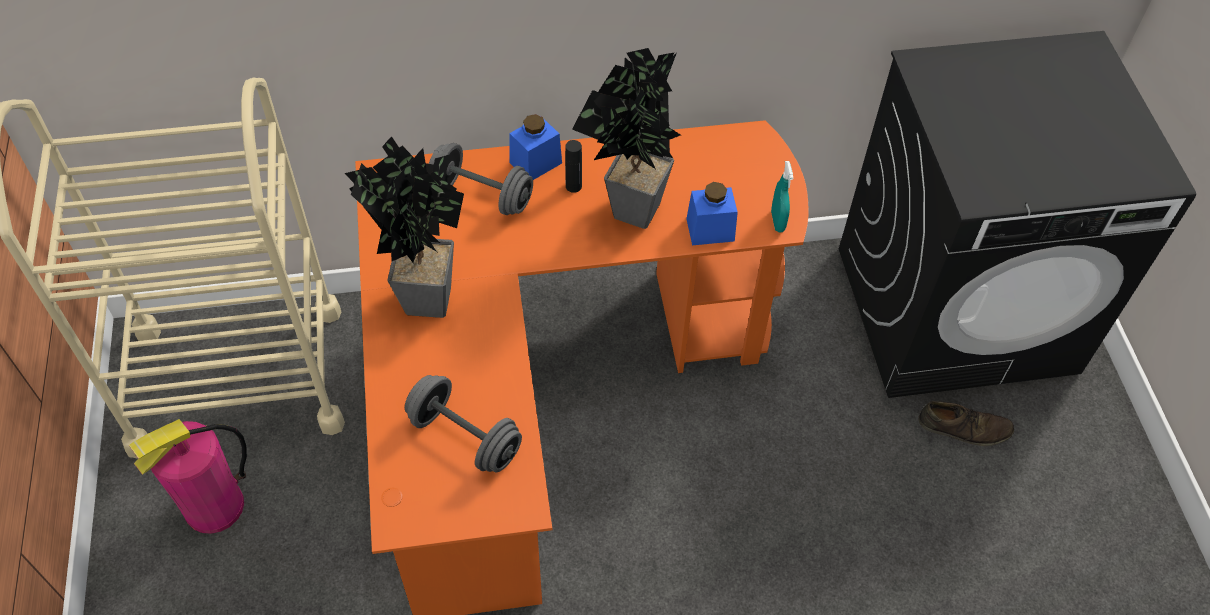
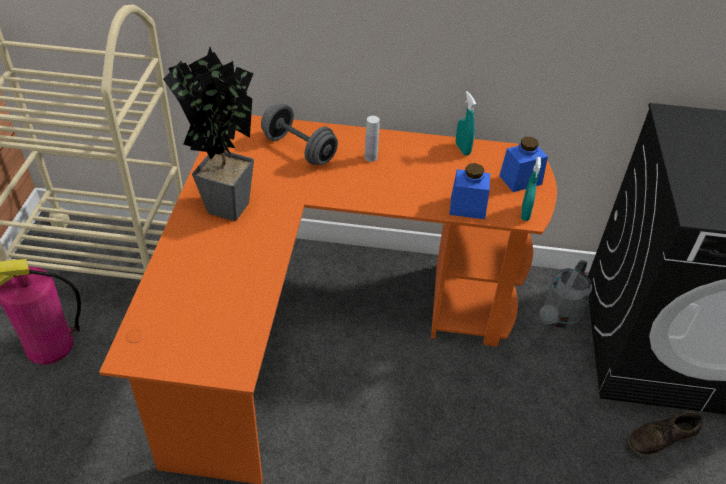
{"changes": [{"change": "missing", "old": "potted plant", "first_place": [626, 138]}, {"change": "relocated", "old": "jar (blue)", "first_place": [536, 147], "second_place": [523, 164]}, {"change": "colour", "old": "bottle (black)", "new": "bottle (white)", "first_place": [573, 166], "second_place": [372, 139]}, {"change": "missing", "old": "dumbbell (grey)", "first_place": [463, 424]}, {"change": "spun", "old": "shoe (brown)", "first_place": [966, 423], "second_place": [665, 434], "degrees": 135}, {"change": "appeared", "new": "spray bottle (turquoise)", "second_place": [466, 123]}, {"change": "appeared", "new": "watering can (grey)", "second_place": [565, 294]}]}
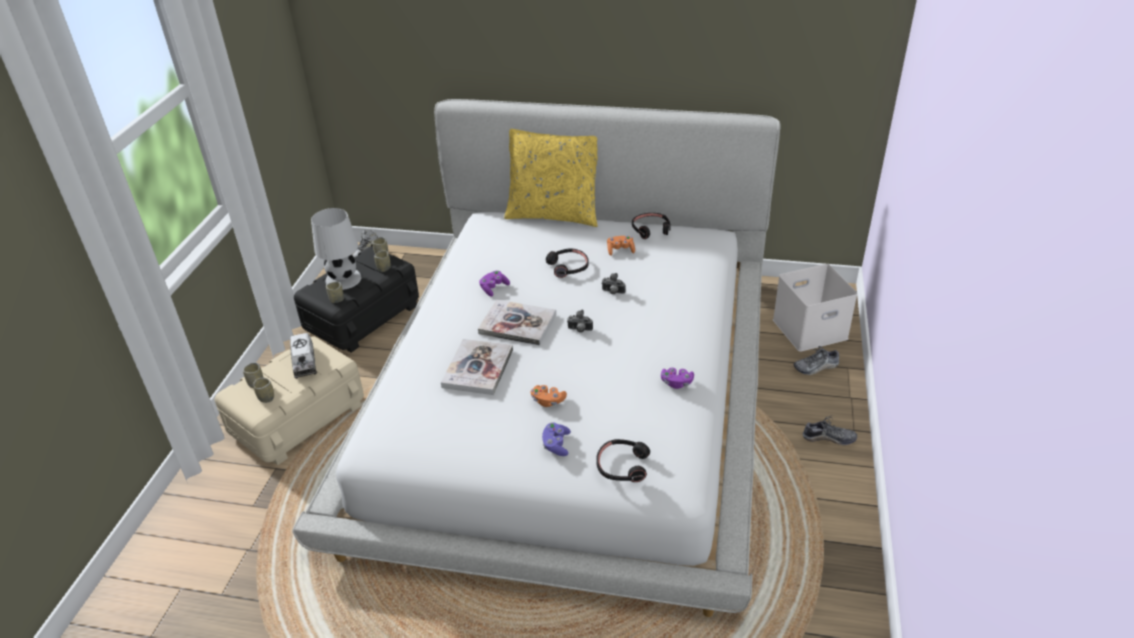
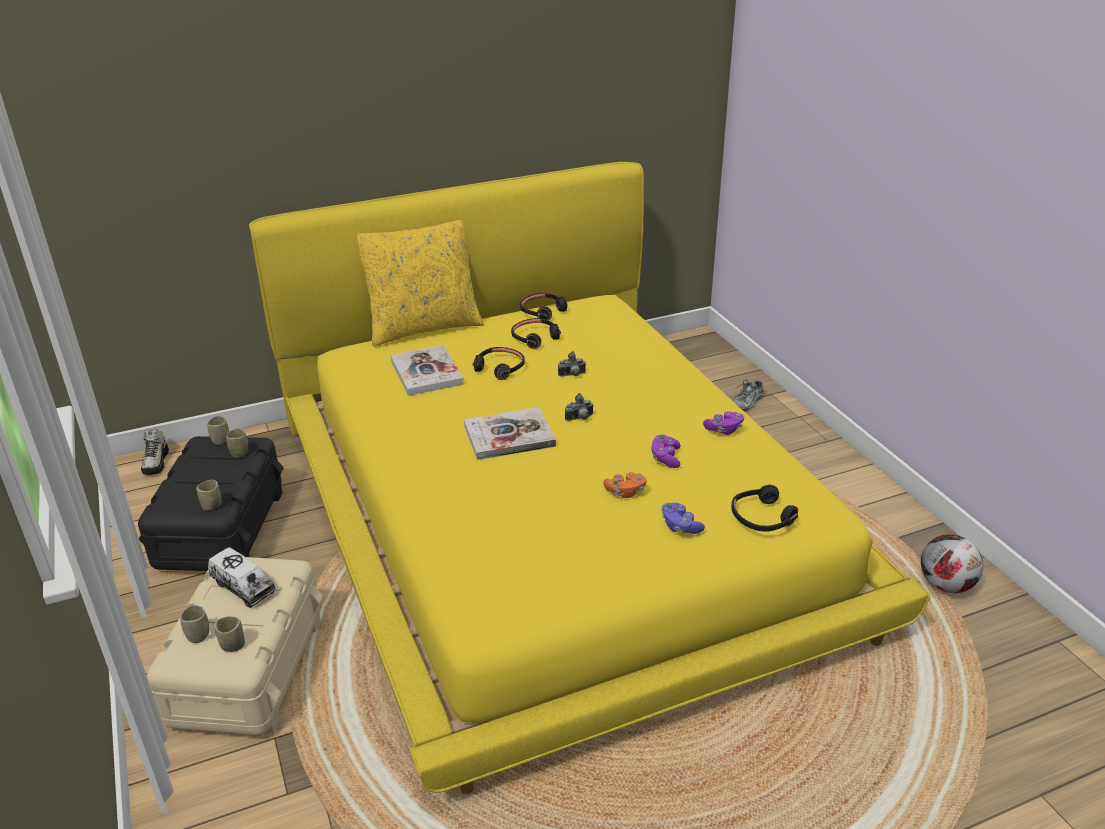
{"changes": [{"change": "colour", "old": "bed (white)", "new": "bed (yellow)", "first_place": [536, 358], "second_place": [589, 478]}, {"change": "missing", "old": "table lamp (white)", "first_place": [336, 249]}, {"change": "exchanged", "old": "game controller (orange)", "new": "headphones (black)", "first_place": [621, 246], "second_place": [536, 333]}, {"change": "missing", "old": "storage box (white)", "first_place": [815, 308]}, {"change": "relocated", "old": "game controller (purple)", "first_place": [494, 284], "second_place": [666, 451]}, {"change": "relocated", "old": "book", "first_place": [477, 367], "second_place": [427, 370]}, {"change": "missing", "old": "shoe", "first_place": [830, 430]}, {"change": "appeared", "new": "football", "second_place": [952, 563]}]}
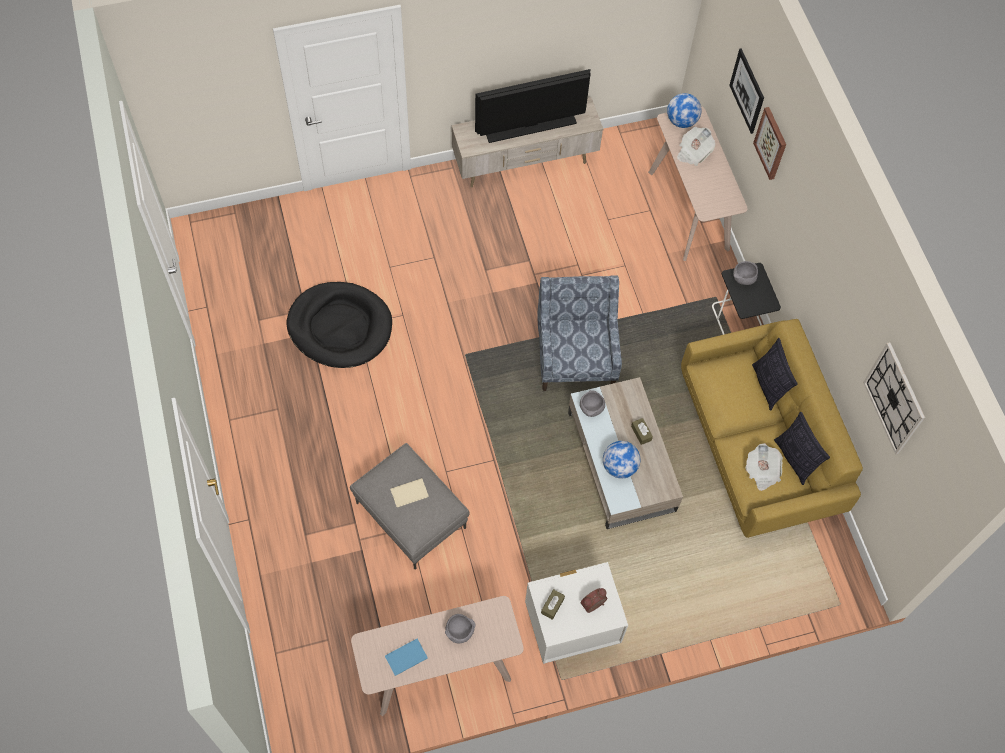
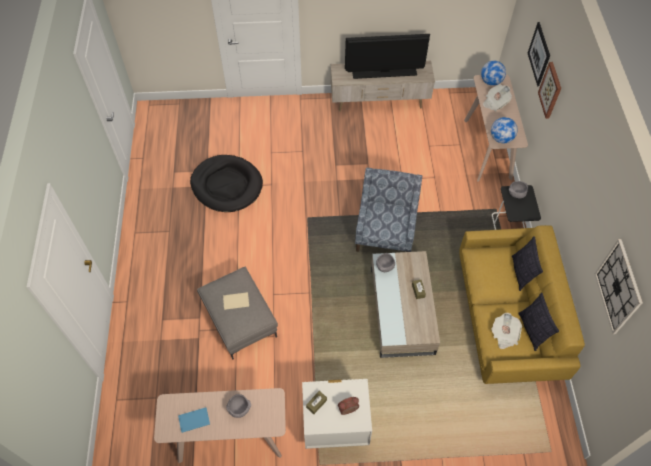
{"changes": [{"change": "relocated", "old": "globe", "first_place": [621, 460], "second_place": [504, 130]}]}
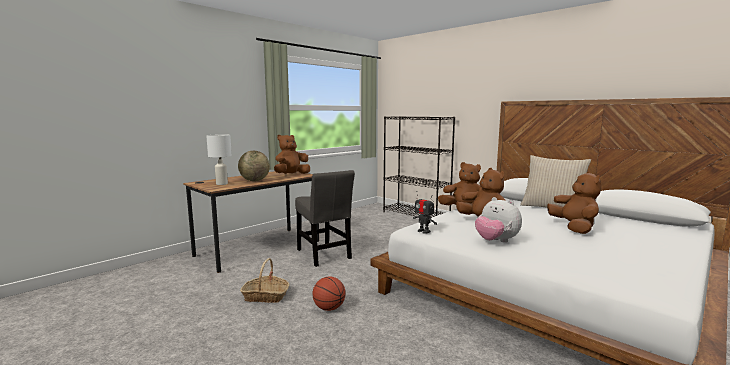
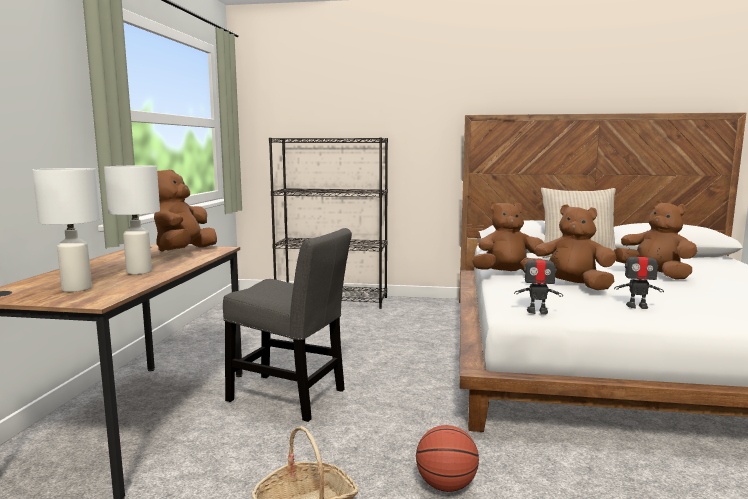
{"changes": [{"change": "exchanged", "old": "globe", "new": "table lamp (white)", "first_place": [254, 166], "second_place": [132, 220]}, {"change": "exchanged", "old": "plush toy", "new": "toy robot", "first_place": [498, 220], "second_place": [639, 277]}]}
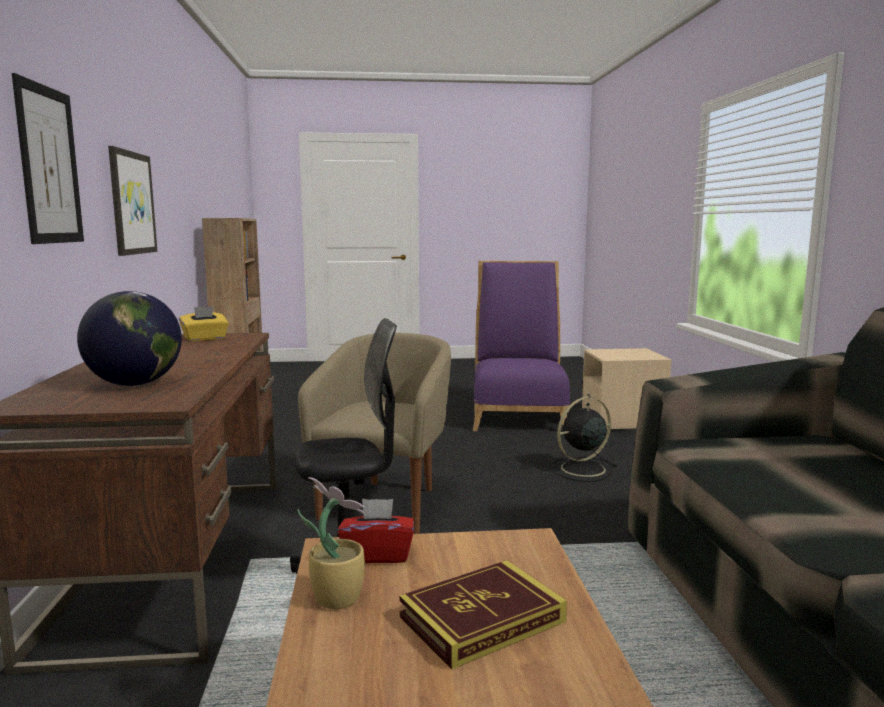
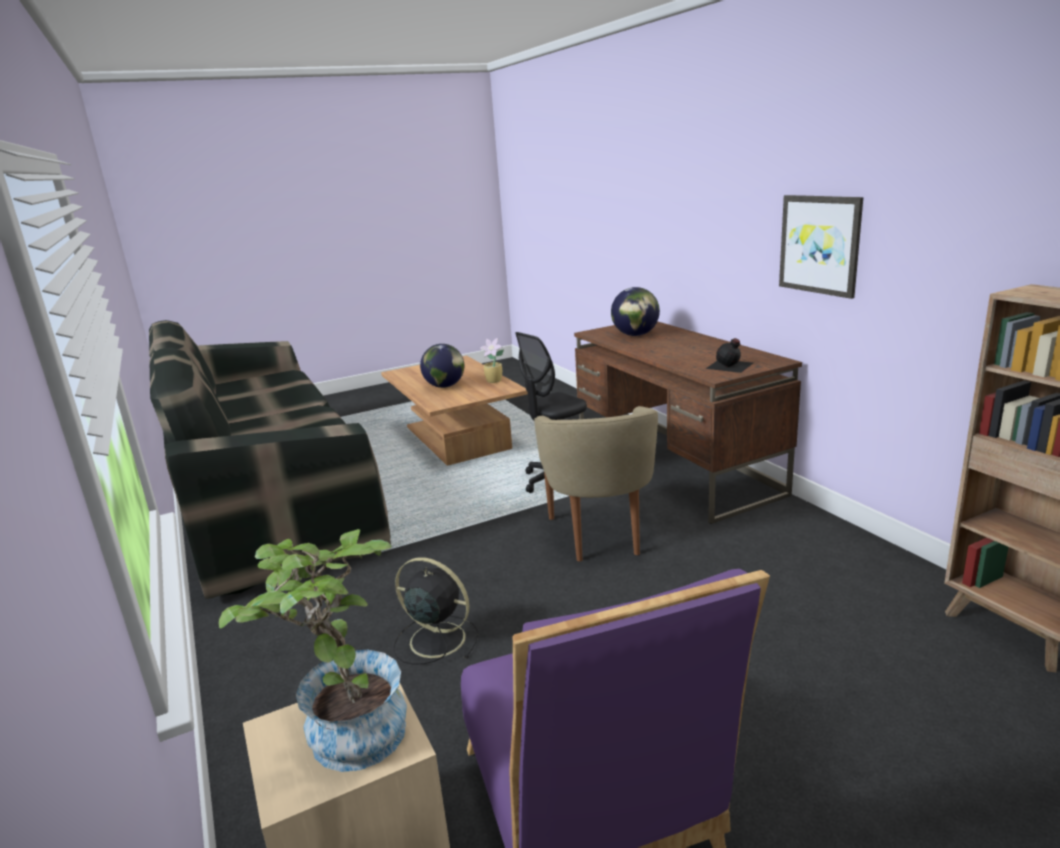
{"changes": [{"change": "missing", "old": "picture", "first_place": [48, 158]}, {"change": "exchanged", "old": "tissue box (yellow)", "new": "bottle (black)", "first_place": [204, 323], "second_place": [729, 355]}, {"change": "spun", "old": "fan (black)", "first_place": [583, 439], "second_place": [436, 611], "degrees": -105}, {"change": "missing", "old": "tissue box (red)", "first_place": [376, 531]}, {"change": "exchanged", "old": "book", "new": "globe", "first_place": [483, 615], "second_place": [442, 366]}, {"change": "appeared", "new": "potted plant", "second_place": [313, 650]}]}
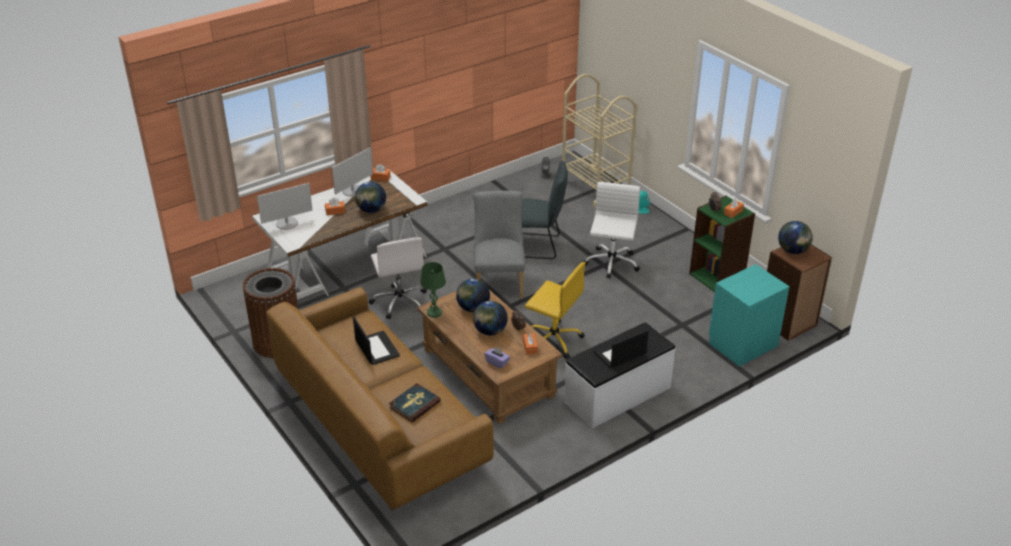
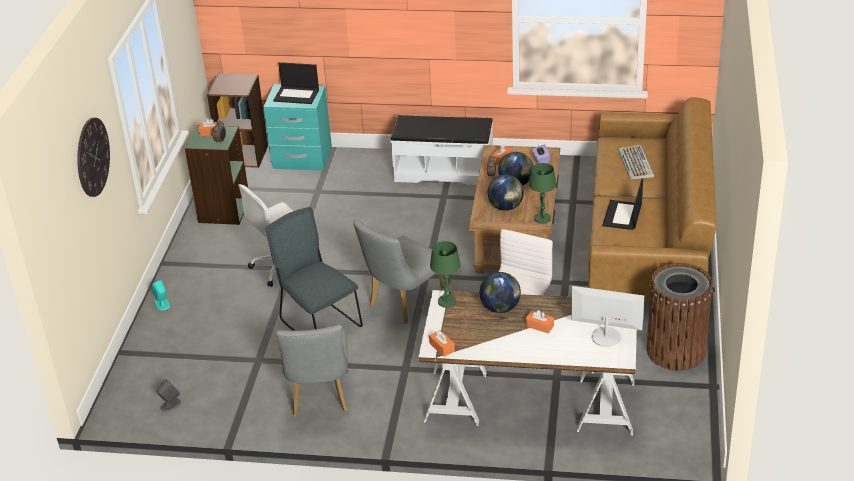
{"changes": [{"change": "missing", "old": "cart (beige)", "first_place": [599, 141]}, {"change": "missing", "old": "monitor", "first_place": [352, 172]}, {"change": "missing", "old": "globe", "first_place": [795, 237]}, {"change": "missing", "old": "office chair (yellow)", "first_place": [555, 310]}, {"change": "relocated", "old": "laptop", "first_place": [620, 349], "second_place": [296, 83]}, {"change": "exchanged", "old": "book", "new": "keyboard", "first_place": [415, 402], "second_place": [636, 162]}, {"change": "appeared", "new": "wall clock", "second_place": [93, 157]}, {"change": "appeared", "new": "table lamp (green)", "second_place": [445, 274]}, {"change": "appeared", "new": "chair (grey)", "second_place": [312, 371]}]}
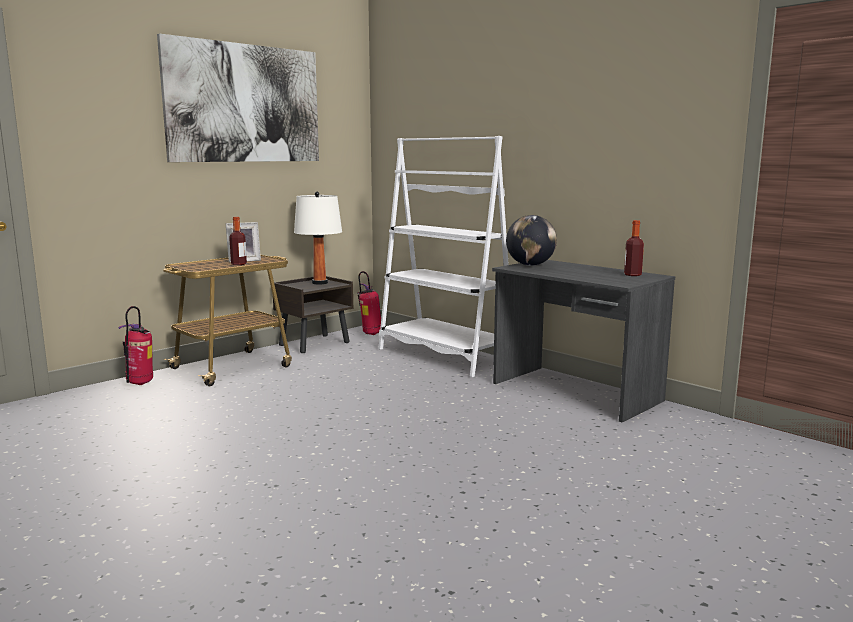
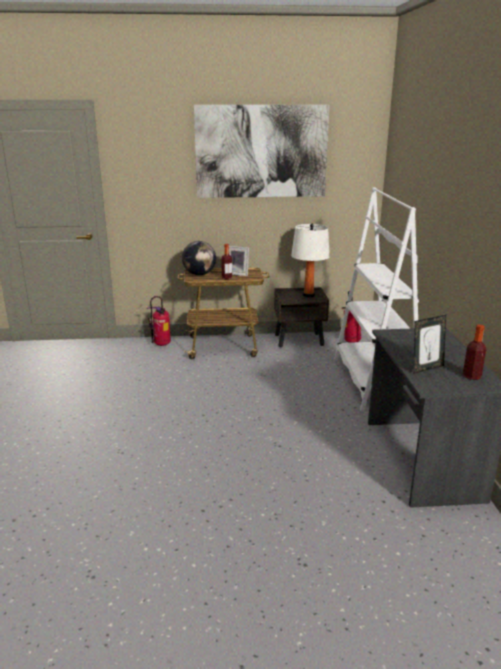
{"changes": [{"change": "relocated", "old": "globe", "first_place": [531, 240], "second_place": [199, 258]}, {"change": "appeared", "new": "picture frame", "second_place": [429, 344]}]}
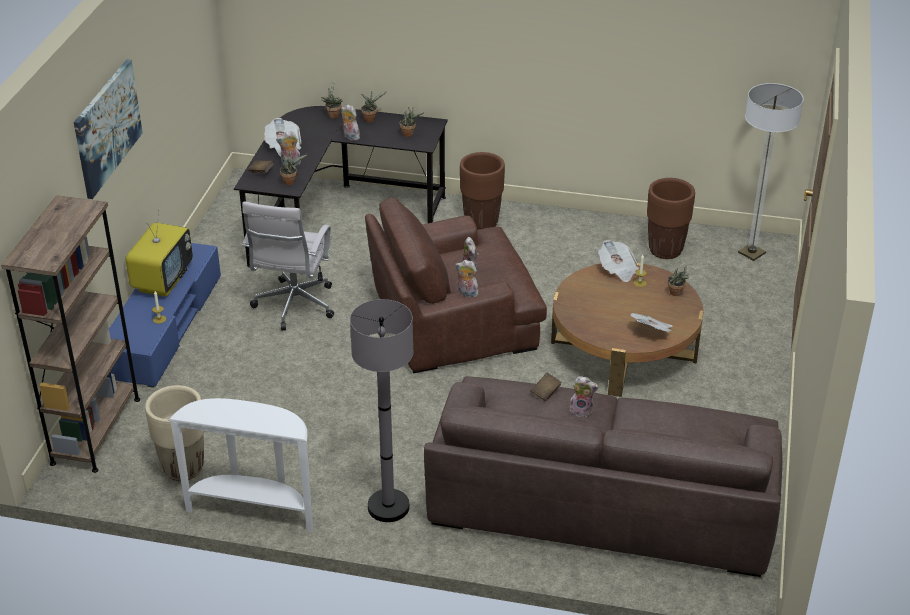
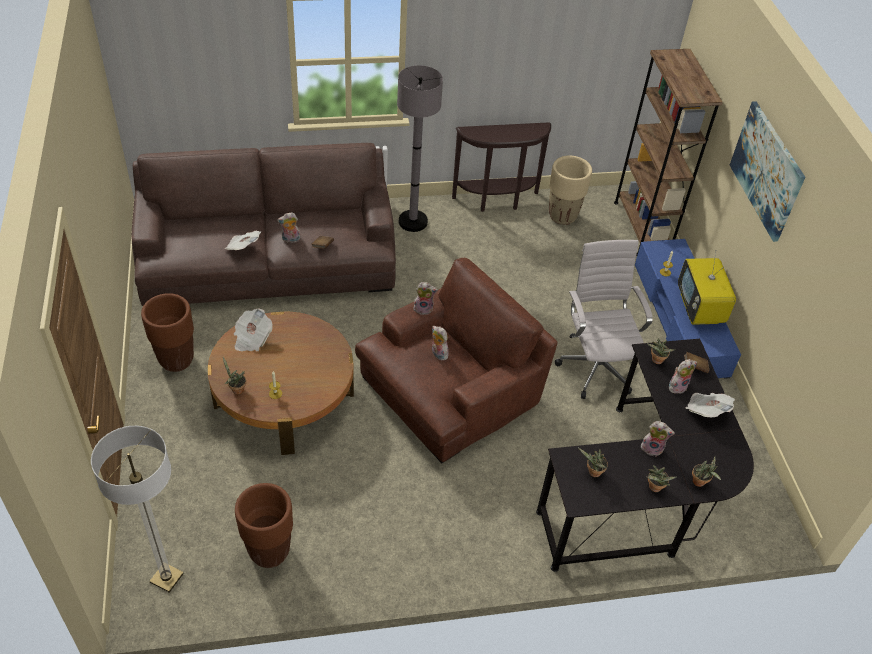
{"changes": [{"change": "relocated", "old": "planter (brown)", "first_place": [482, 191], "second_place": [167, 332]}, {"change": "relocated", "old": "newspaper", "first_place": [618, 261], "second_place": [243, 240]}, {"change": "colour", "old": "console table (white)", "new": "console table (brown)", "first_place": [240, 465], "second_place": [501, 167]}]}
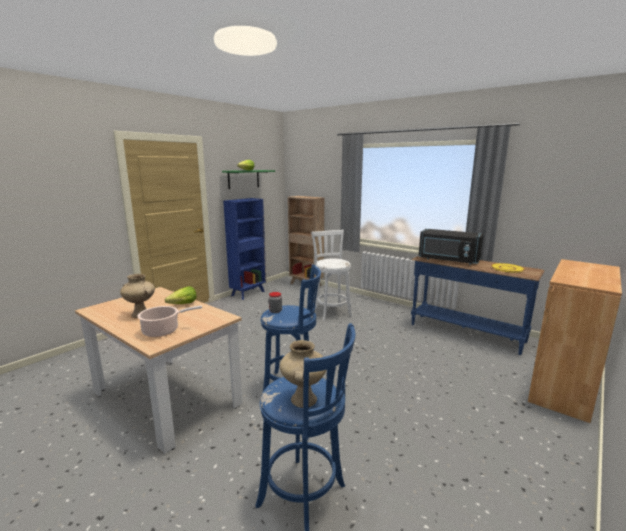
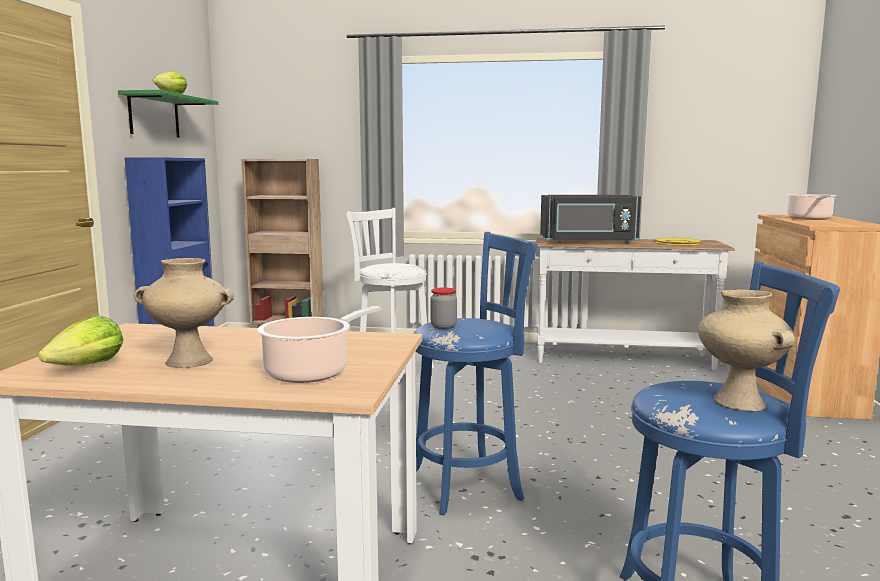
{"changes": [{"change": "colour", "old": "console table (blue)", "new": "console table (white)", "first_place": [478, 305], "second_place": [635, 304]}, {"change": "relocated", "old": "lettuce", "first_place": [180, 295], "second_place": [80, 340]}, {"change": "appeared", "new": "cooking pot", "second_place": [812, 207]}]}
